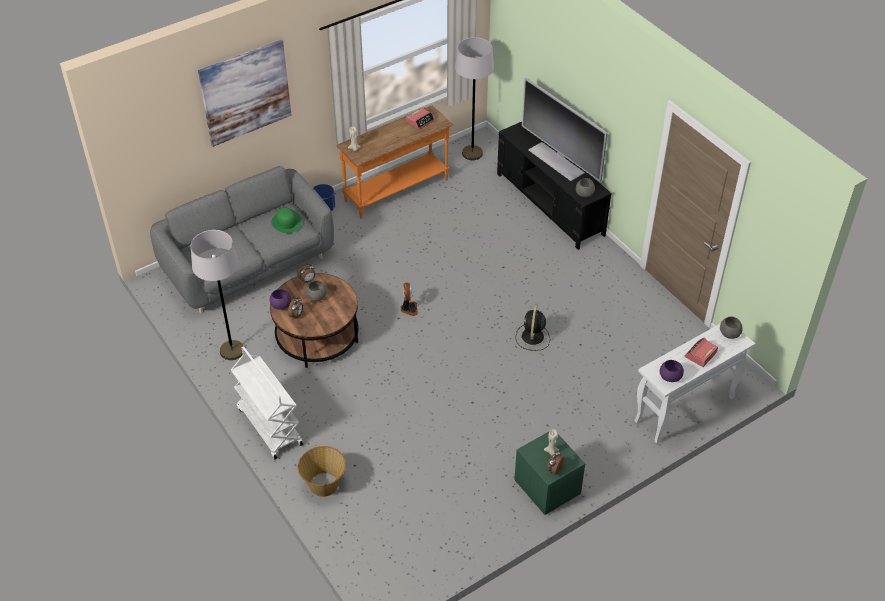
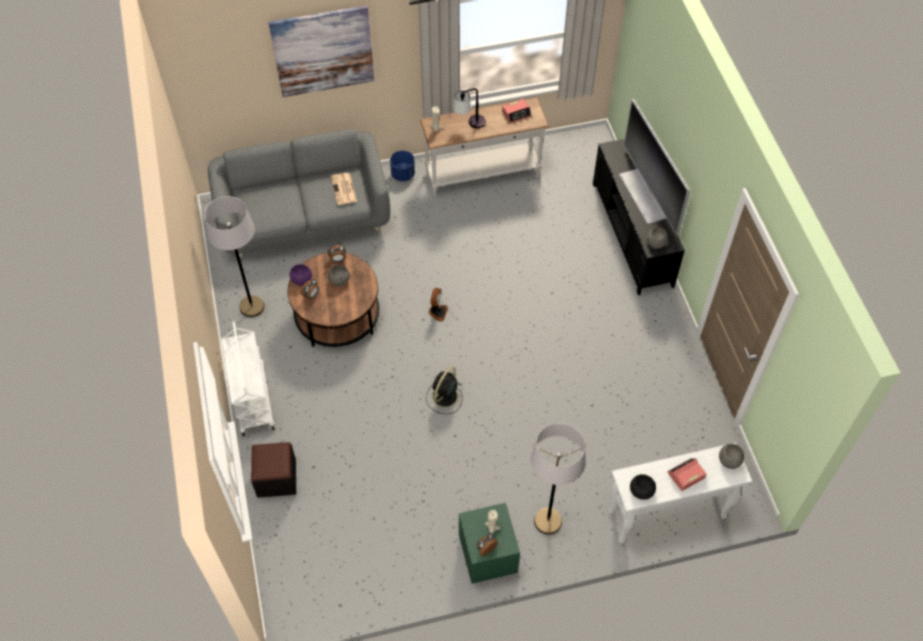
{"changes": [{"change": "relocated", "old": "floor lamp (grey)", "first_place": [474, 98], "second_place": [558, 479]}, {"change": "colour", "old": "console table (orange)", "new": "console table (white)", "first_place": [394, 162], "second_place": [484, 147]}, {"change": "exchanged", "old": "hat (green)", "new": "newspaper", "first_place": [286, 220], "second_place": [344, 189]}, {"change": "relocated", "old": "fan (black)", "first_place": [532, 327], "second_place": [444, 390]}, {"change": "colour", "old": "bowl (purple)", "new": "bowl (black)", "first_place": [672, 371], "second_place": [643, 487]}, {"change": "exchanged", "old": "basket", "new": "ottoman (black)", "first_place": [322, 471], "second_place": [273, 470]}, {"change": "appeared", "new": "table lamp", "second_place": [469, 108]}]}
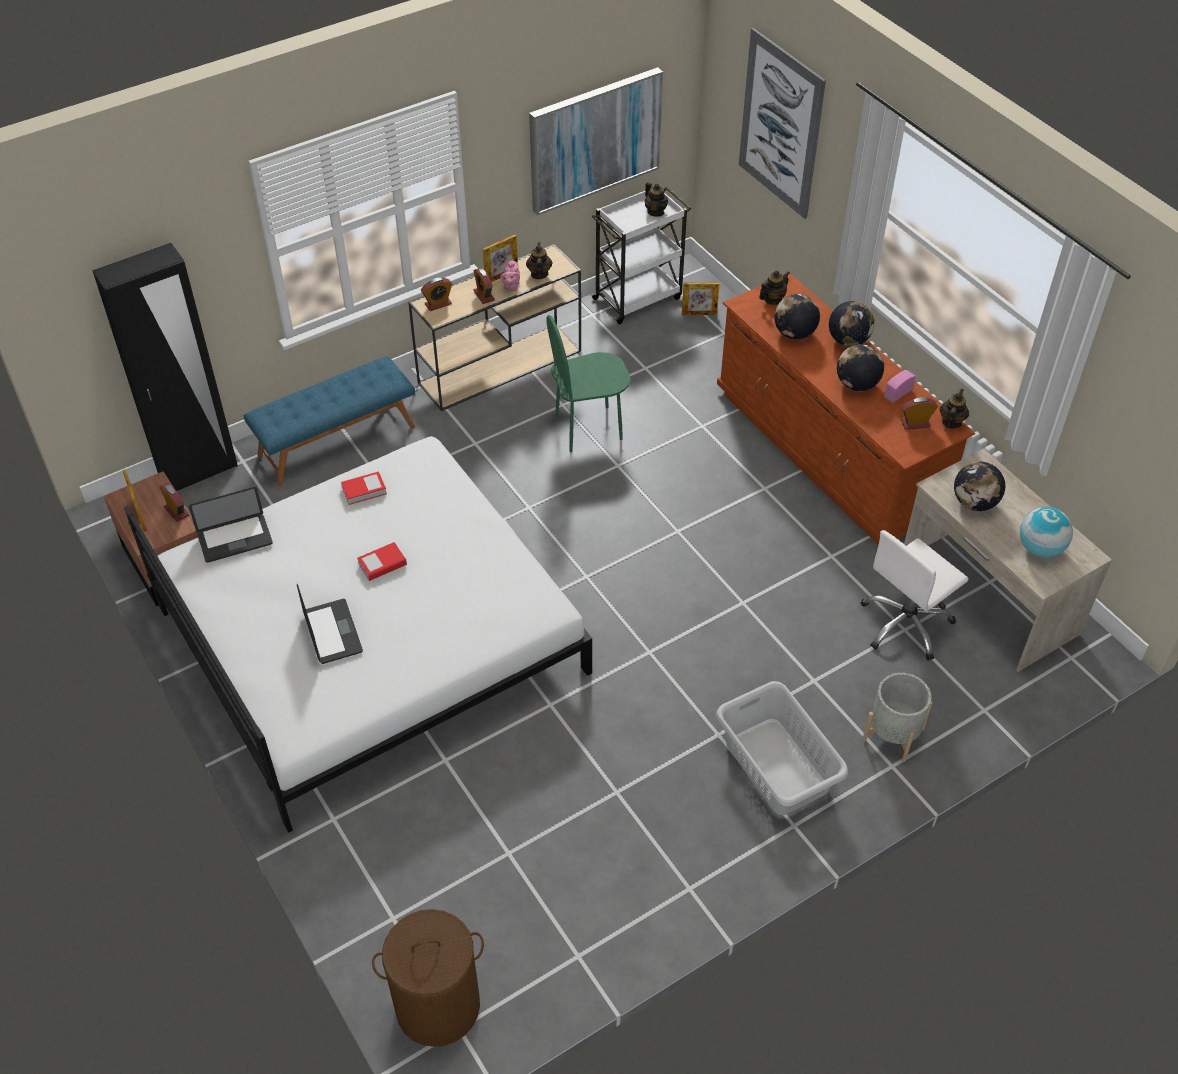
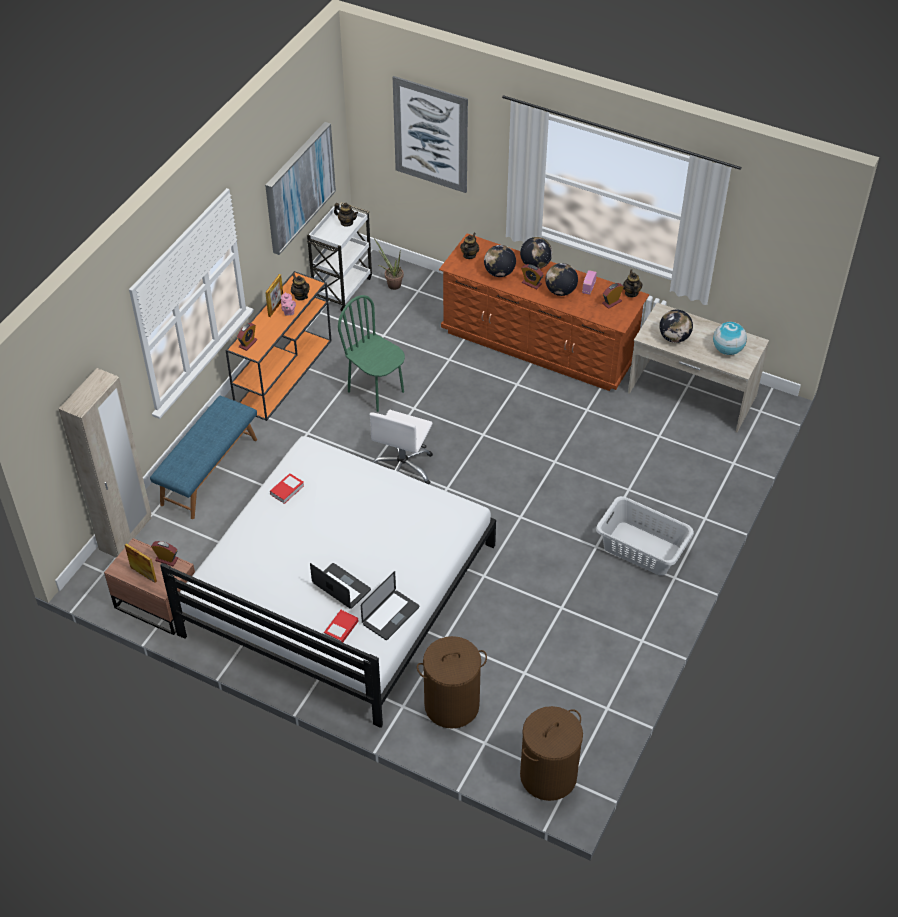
{"changes": [{"change": "colour", "old": "wardrobe (black)", "new": "wardrobe (beige)", "first_place": [165, 367], "second_place": [105, 463]}, {"change": "colour", "old": "console table (beige)", "new": "console table (orange)", "first_place": [494, 327], "second_place": [279, 346]}, {"change": "relocated", "old": "alarm clock", "first_place": [484, 286], "second_place": [532, 276]}, {"change": "exchanged", "old": "picture frame", "new": "potted plant", "first_place": [701, 298], "second_place": [389, 264]}, {"change": "spun", "old": "chair (green)", "first_place": [588, 383], "second_place": [371, 353], "degrees": 90}, {"change": "relocated", "old": "laptop", "first_place": [231, 525], "second_place": [390, 605]}, {"change": "relocated", "old": "office chair (white)", "first_place": [915, 595], "second_place": [401, 447]}, {"change": "relocated", "old": "book", "first_place": [382, 561], "second_place": [341, 626]}, {"change": "missing", "old": "planter (grey)", "first_place": [897, 717]}, {"change": "appeared", "new": "laundry basket (brown)", "second_place": [452, 682]}]}
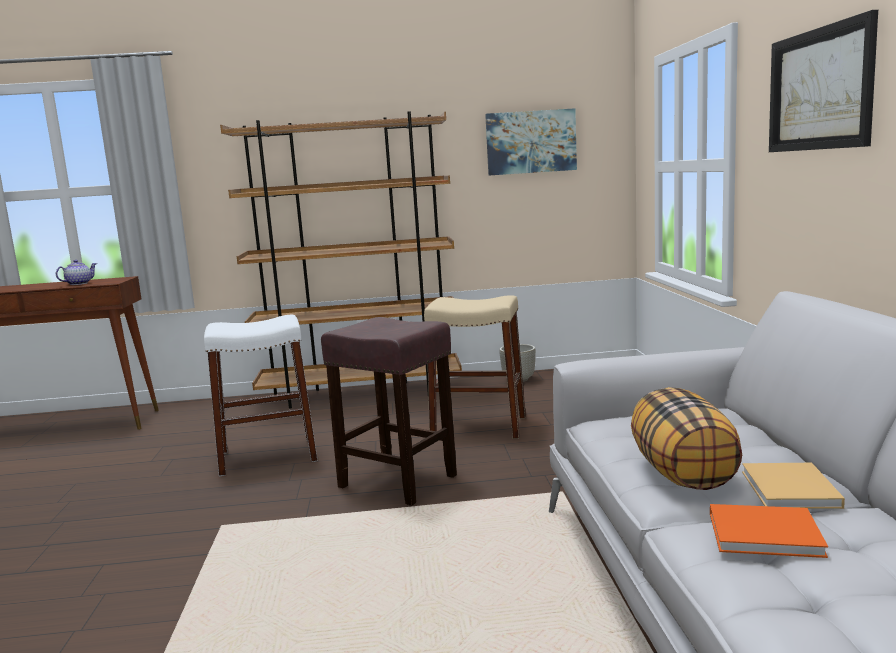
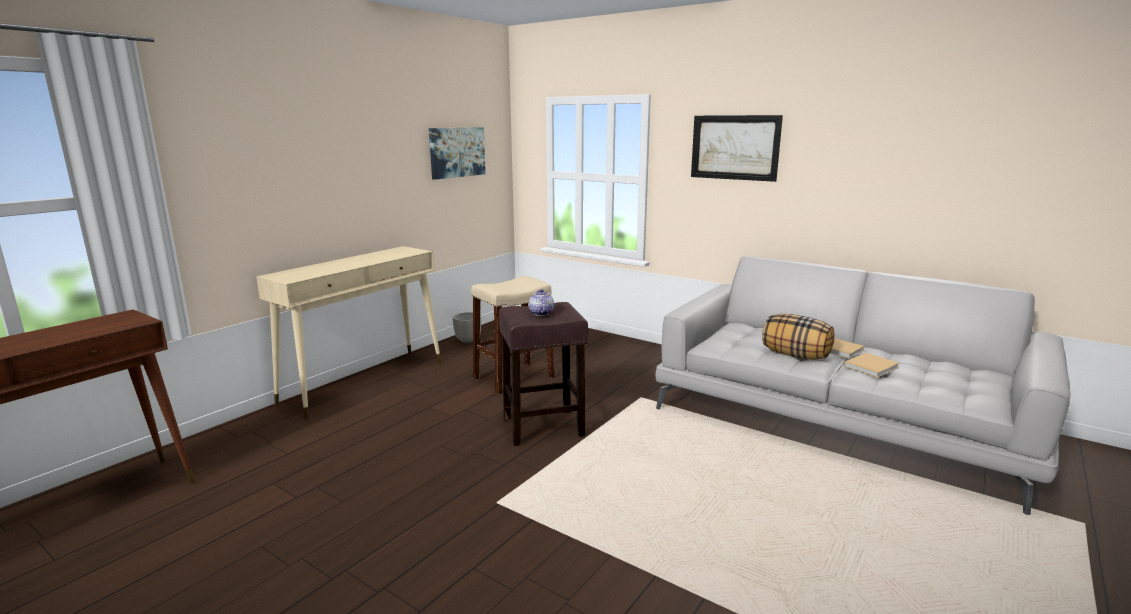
{"changes": [{"change": "exchanged", "old": "bookcase (brown)", "new": "console table (beige)", "first_place": [341, 260], "second_place": [348, 333]}, {"change": "relocated", "old": "teapot", "first_place": [76, 272], "second_place": [541, 302]}, {"change": "missing", "old": "stool (white)", "first_place": [261, 395]}, {"change": "colour", "old": "book (orange)", "new": "book (beige)", "first_place": [769, 531], "second_place": [872, 365]}]}
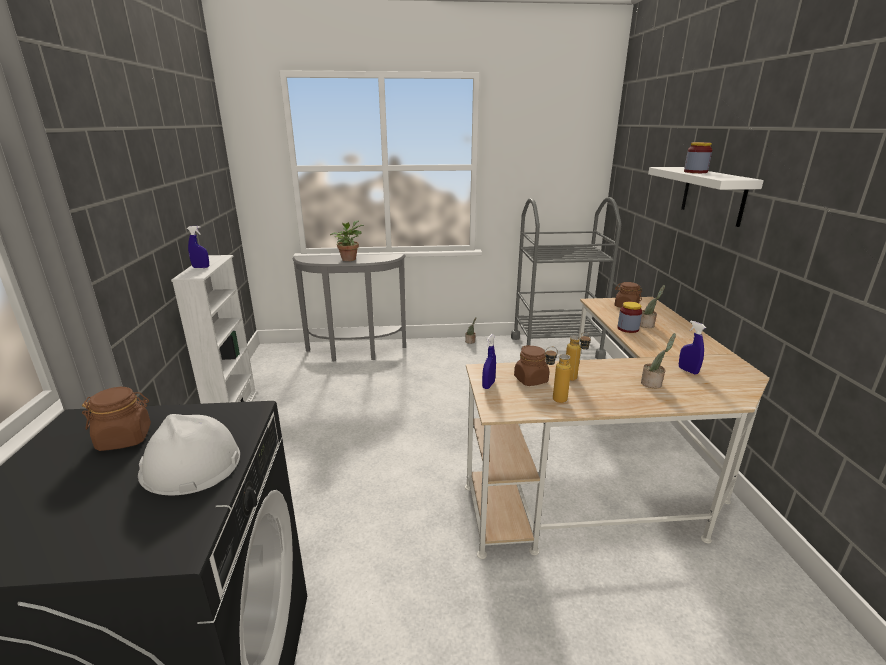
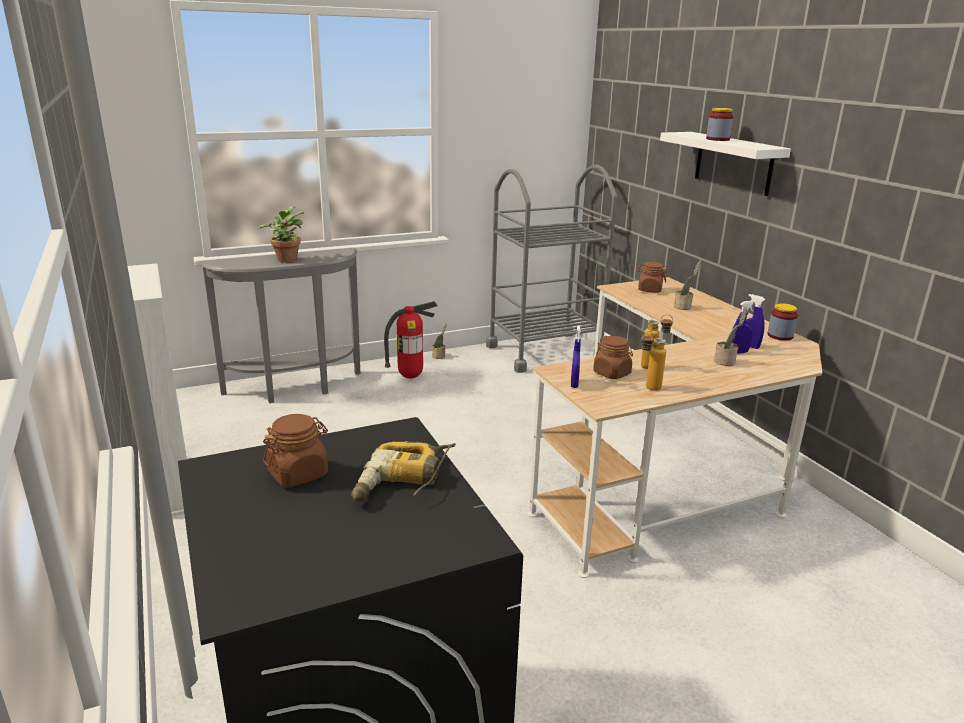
{"changes": [{"change": "relocated", "old": "spray bottle (blue)", "first_place": [198, 247], "second_place": [744, 327]}, {"change": "relocated", "old": "jar", "first_place": [629, 317], "second_place": [782, 322]}, {"change": "exchanged", "old": "hard hat (white)", "new": "power drill", "first_place": [189, 454], "second_place": [403, 471]}, {"change": "appeared", "new": "fire extinguisher", "second_place": [410, 340]}]}
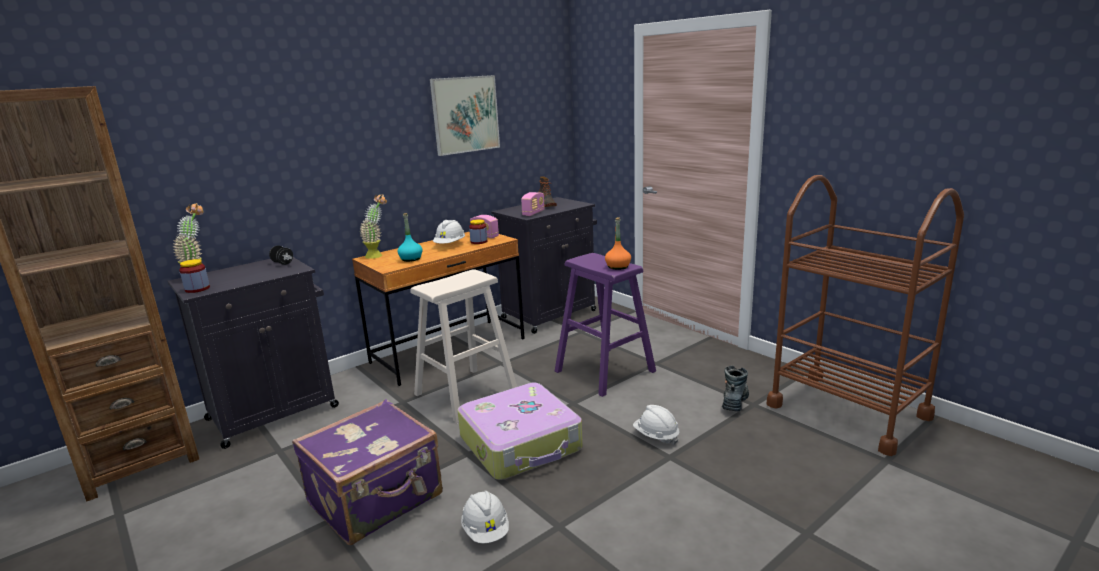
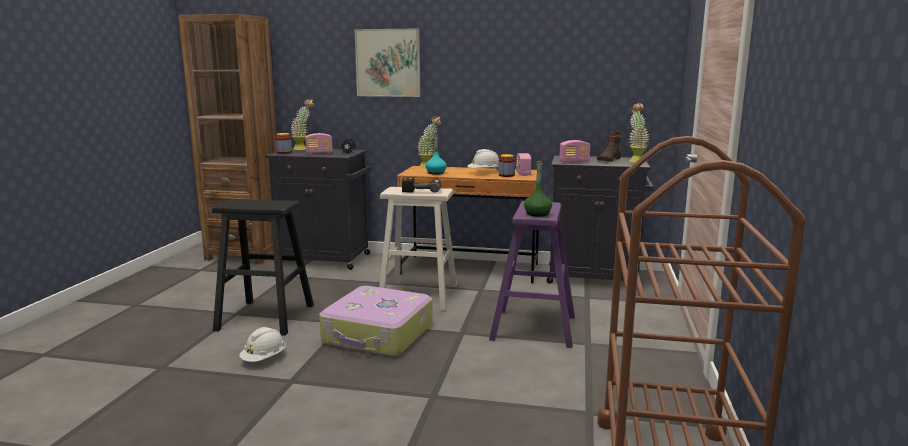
{"changes": [{"change": "relocated", "old": "picture", "first_place": [465, 115], "second_place": [387, 62]}, {"change": "colour", "old": "bottle (orange)", "new": "bottle (green)", "first_place": [618, 243], "second_place": [538, 189]}, {"change": "missing", "old": "boot", "first_place": [735, 388]}, {"change": "exchanged", "old": "suitcase (purple)", "new": "stool (black)", "first_place": [367, 472], "second_place": [263, 267]}, {"change": "missing", "old": "hard hat (white)", "first_place": [656, 425]}, {"change": "appeared", "new": "potted plant", "second_place": [639, 133]}, {"change": "appeared", "new": "radio", "second_place": [319, 143]}, {"change": "appeared", "new": "power drill", "second_place": [421, 185]}]}
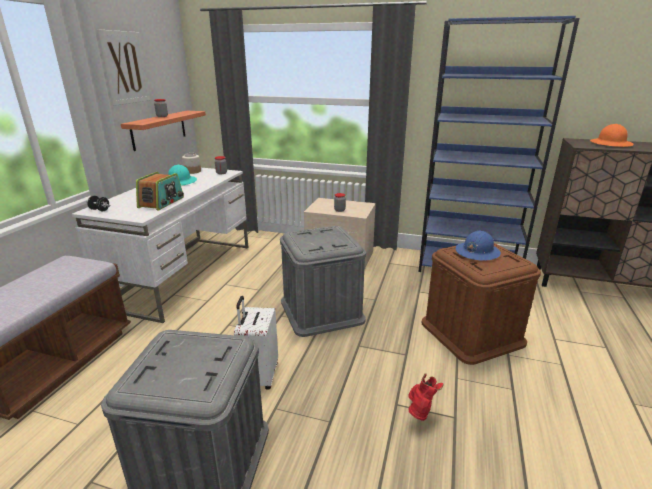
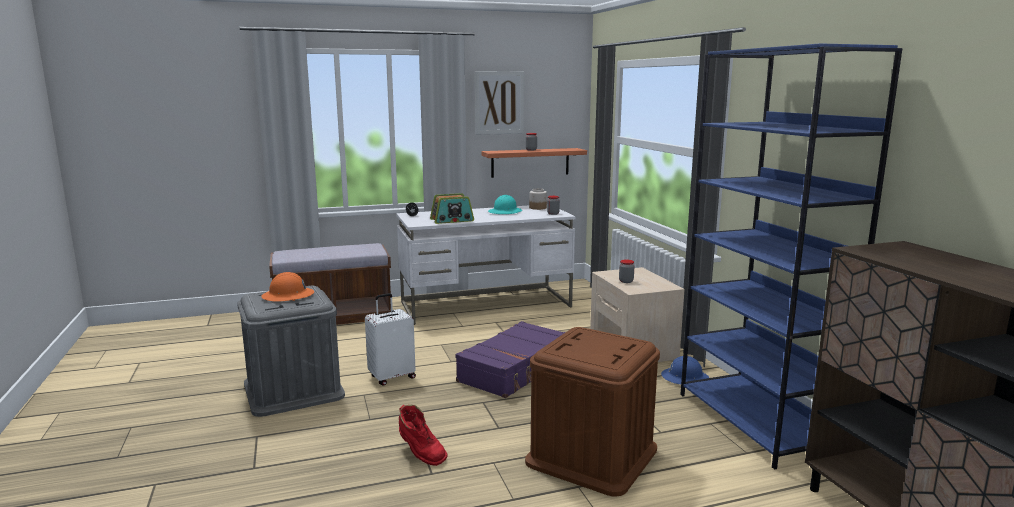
{"changes": [{"change": "relocated", "old": "hard hat (orange)", "first_place": [612, 135], "second_place": [288, 287]}, {"change": "exchanged", "old": "storage box (grey)", "new": "suitcase (purple)", "first_place": [323, 281], "second_place": [510, 359]}, {"change": "relocated", "old": "hard hat (blue)", "first_place": [478, 246], "second_place": [685, 370]}, {"change": "spun", "old": "boot (red)", "first_place": [426, 397], "second_place": [423, 435], "degrees": 60}]}
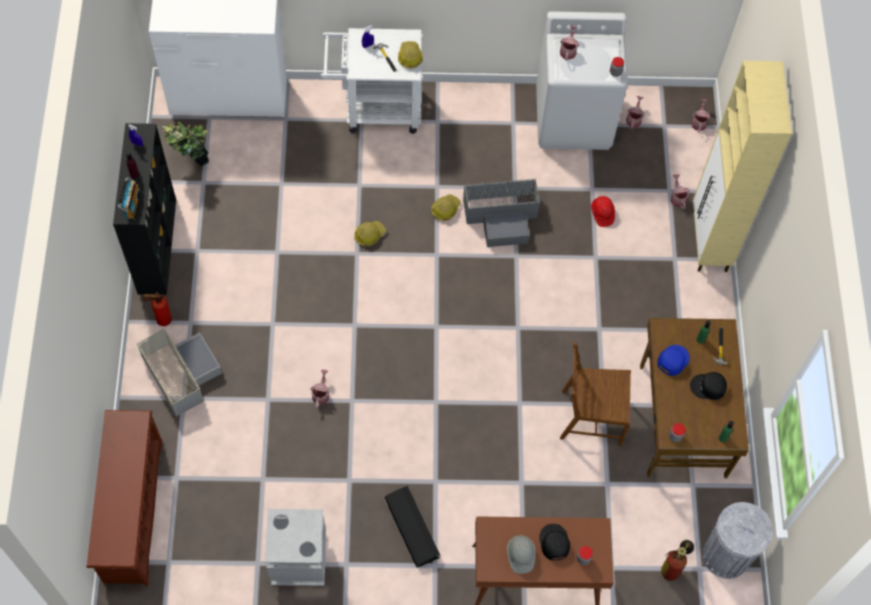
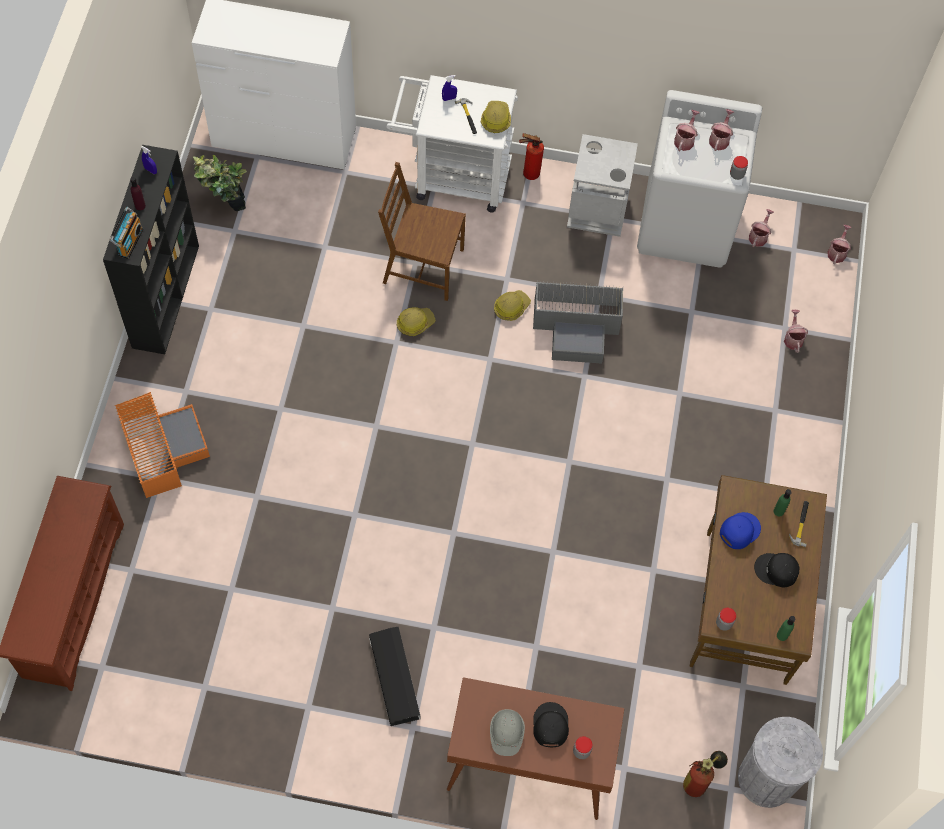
{"changes": [{"change": "missing", "old": "cabinet (beige)", "first_place": [742, 166]}, {"change": "missing", "old": "hard hat (red)", "first_place": [603, 211]}, {"change": "relocated", "old": "fire extinguisher", "first_place": [157, 309], "second_place": [531, 156]}, {"change": "colour", "old": "storage box (grey)", "new": "storage box (orange)", "first_place": [179, 372], "second_place": [162, 445]}, {"change": "relocated", "old": "chair (brown)", "first_place": [595, 394], "second_place": [422, 231]}, {"change": "relocated", "old": "watering can", "first_place": [319, 389], "second_place": [721, 130]}, {"change": "relocated", "old": "trash can (grey)", "first_place": [295, 547], "second_place": [602, 185]}]}
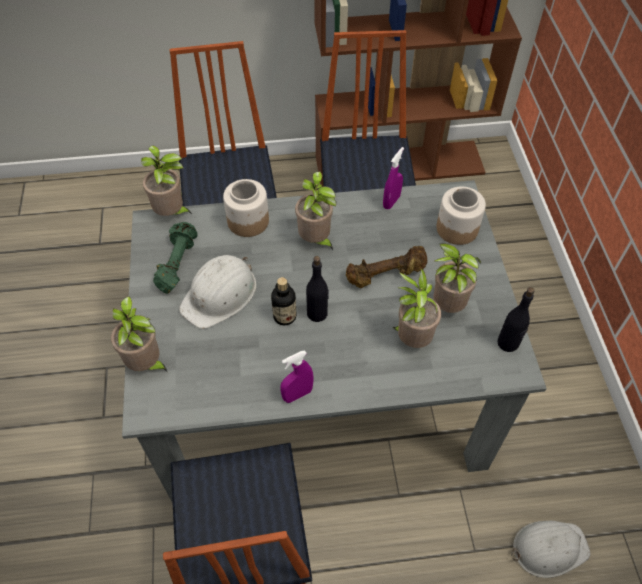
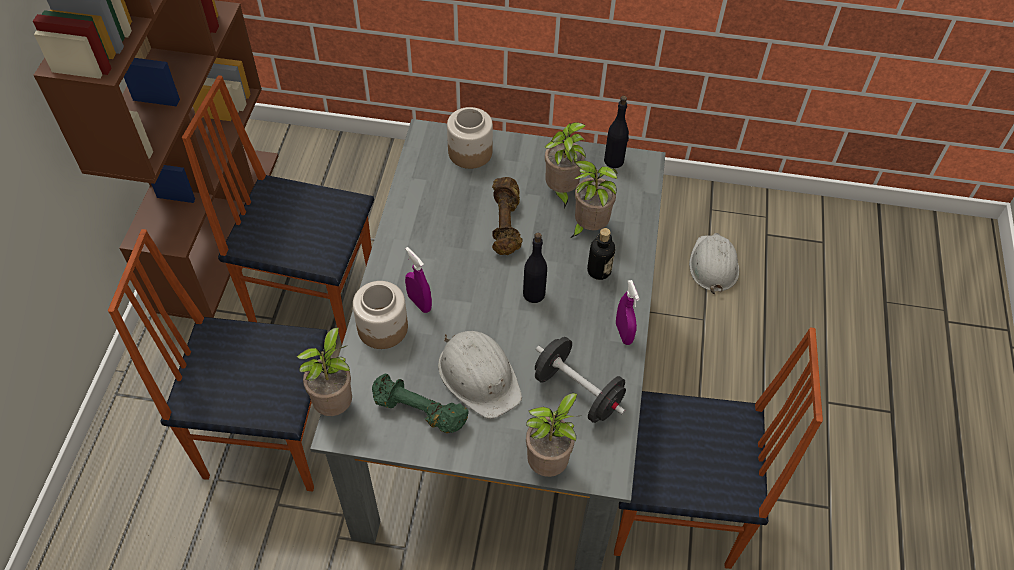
{"changes": [{"change": "relocated", "old": "spray bottle (purple)", "first_place": [393, 178], "second_place": [418, 280]}, {"change": "missing", "old": "potted plant", "first_place": [315, 211]}, {"change": "relocated", "old": "bottle", "first_place": [283, 301], "second_place": [601, 254]}, {"change": "appeared", "new": "dumbbell (black)", "second_place": [580, 380]}]}
